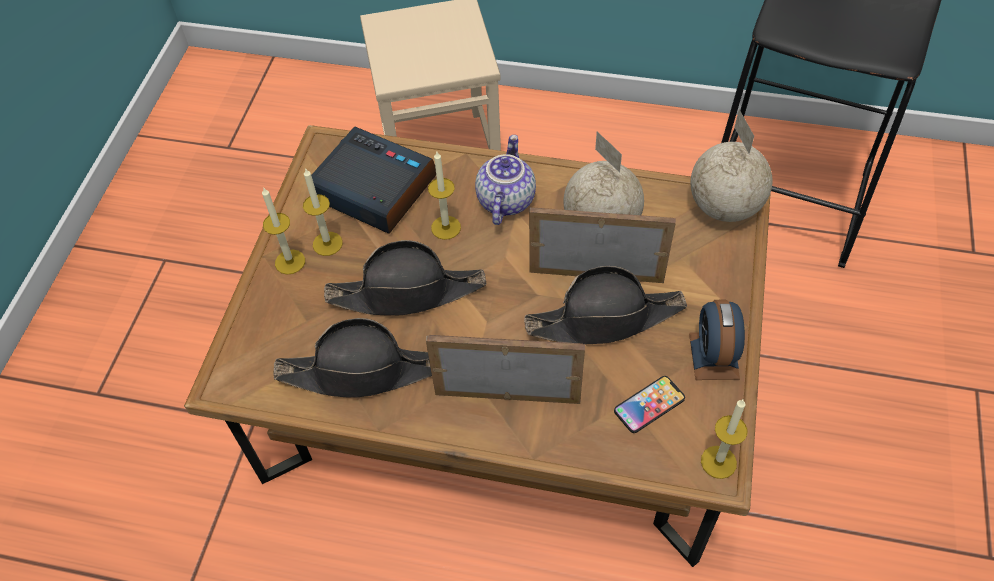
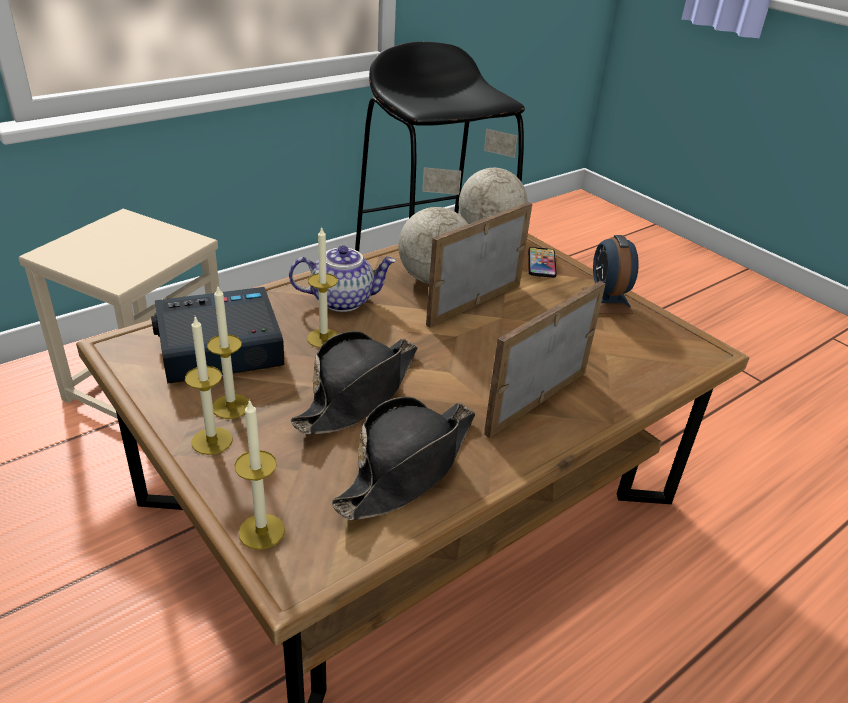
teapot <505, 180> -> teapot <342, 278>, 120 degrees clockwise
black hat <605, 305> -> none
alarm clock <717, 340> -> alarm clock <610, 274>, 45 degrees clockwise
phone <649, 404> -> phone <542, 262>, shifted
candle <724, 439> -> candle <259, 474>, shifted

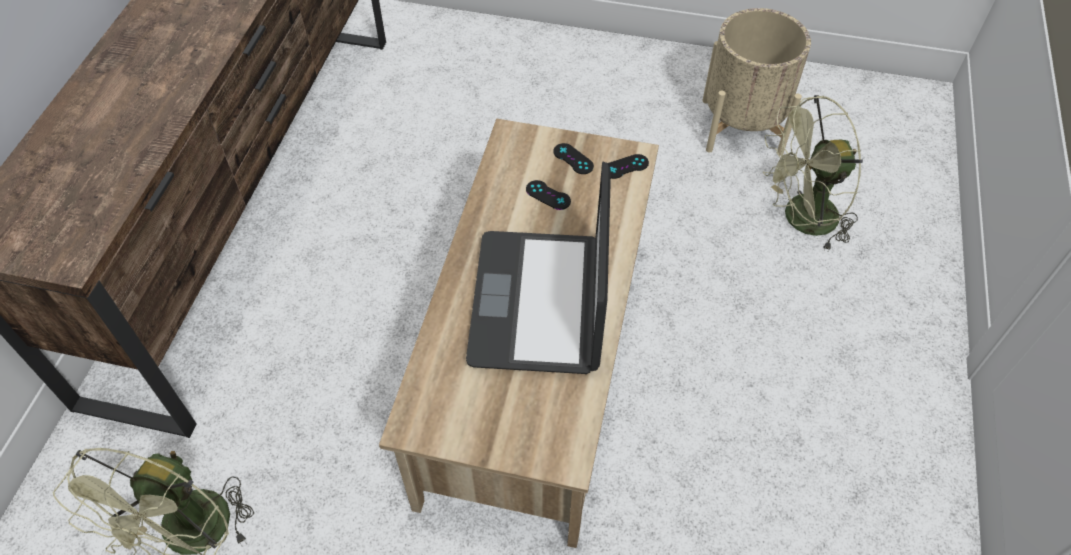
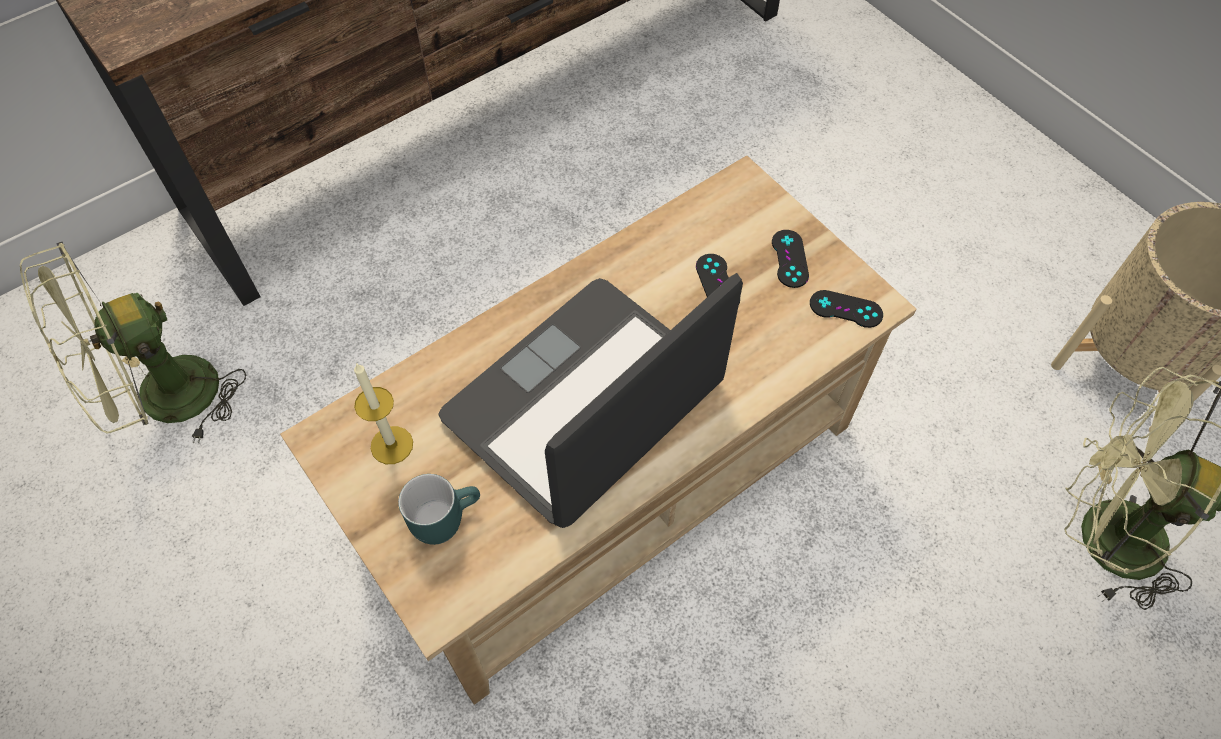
none -> candle <383, 413>
none -> turquoise mug <439, 509>

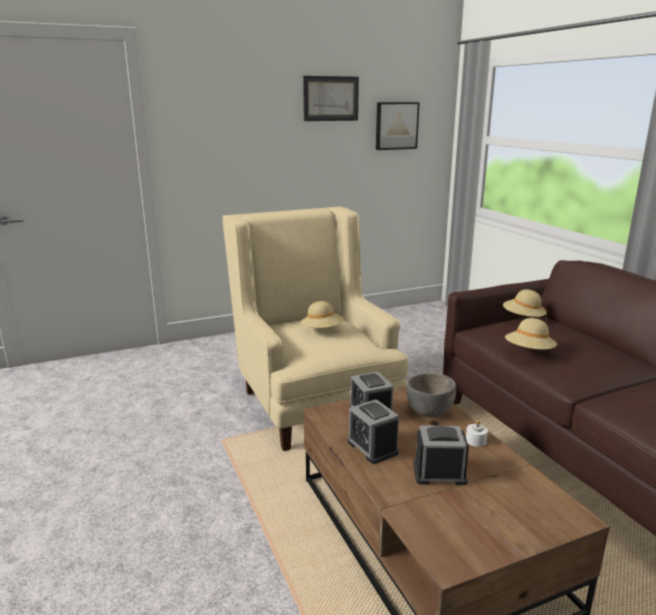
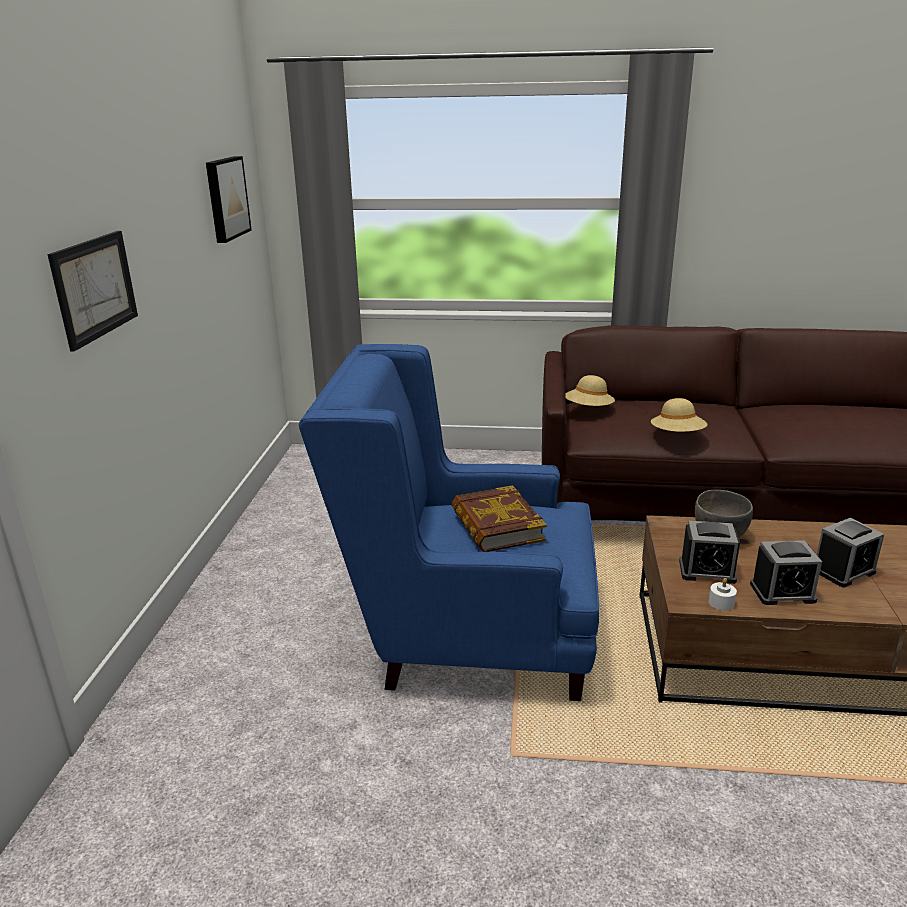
picture <331, 98> -> picture <92, 291>, shifted
beige armchair <315, 328> -> blue armchair <449, 522>
beige hat <322, 314> -> book <498, 519>
white candle <477, 433> -> white candle <723, 594>, shifted
alarm clock <441, 455> -> alarm clock <850, 552>, 150 degrees counterclockwise

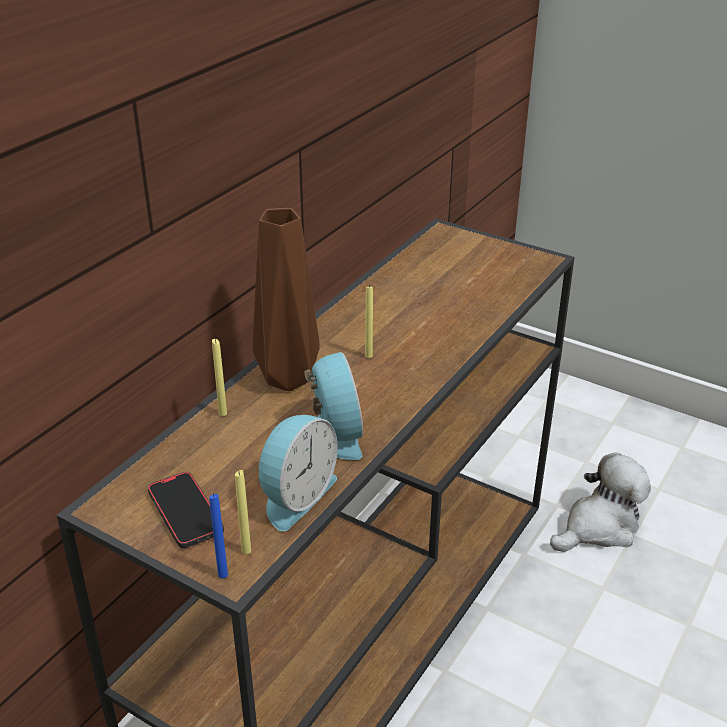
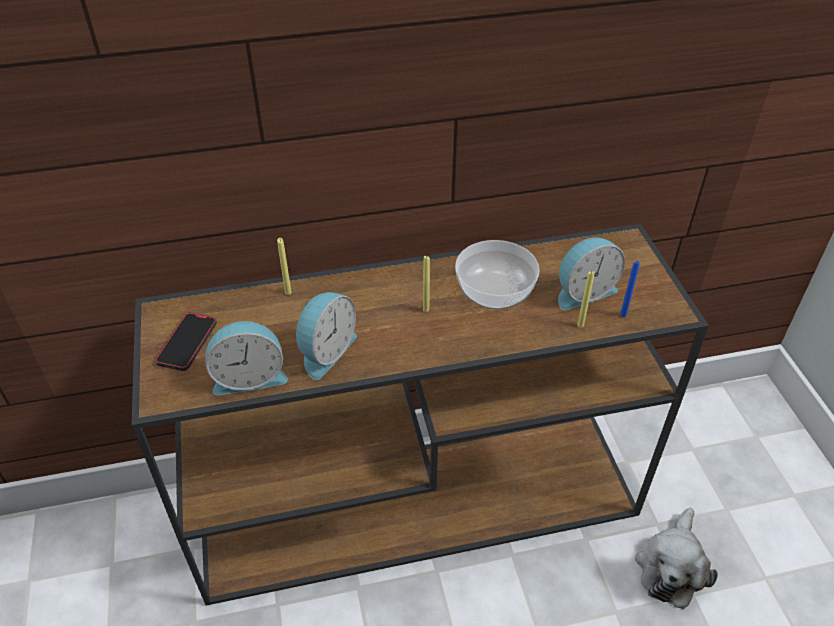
brown vase <286, 299> -> none
plush toy <600, 502> -> plush toy <676, 558>, 105 degrees clockwise
yellow candle <243, 512> -> yellow candle <586, 299>, shifted
blue candle <218, 536> -> blue candle <630, 289>, shifted
none -> alarm clock <591, 274>
none -> bowl <497, 275>

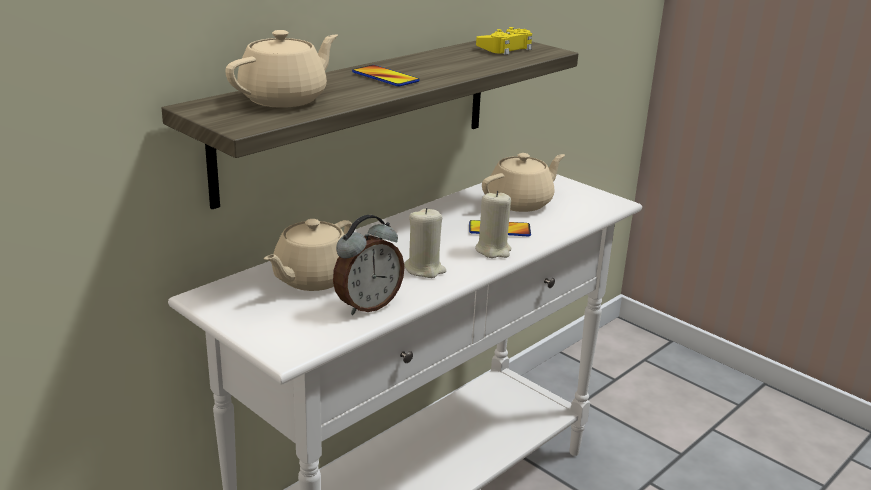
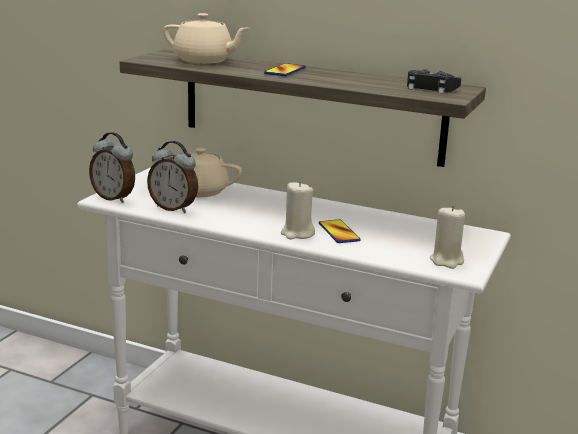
yellow game controller <504, 41> -> black game controller <434, 81>
beige teapot <523, 182> -> none
beige candle <425, 243> -> beige candle <447, 237>, shifted
none -> alarm clock <112, 167>

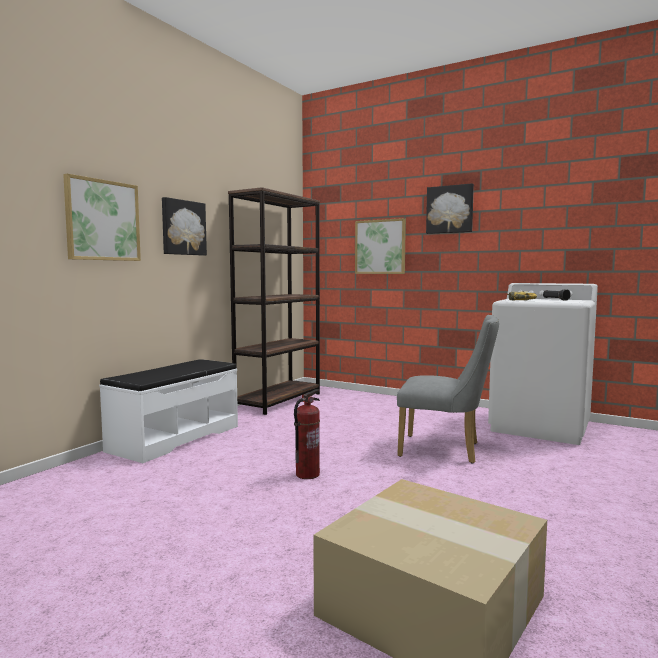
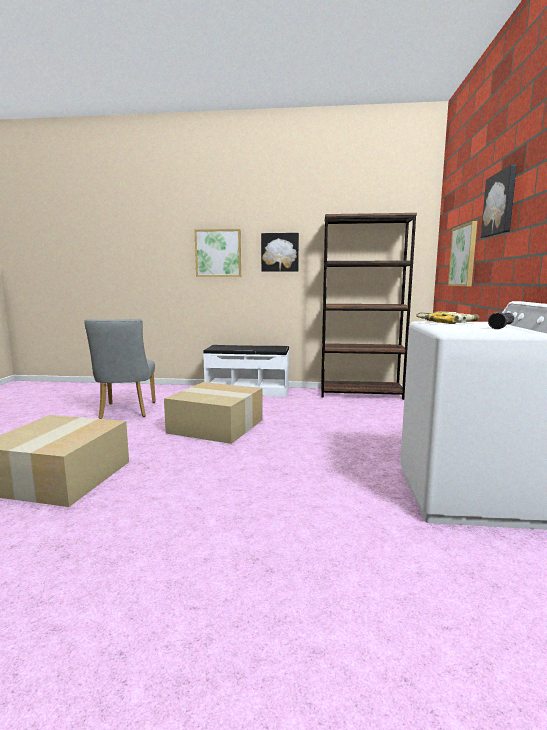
grey chair <448, 389> -> grey chair <120, 369>, shifted
fire extinguisher <307, 434> -> cardboard box <213, 413>

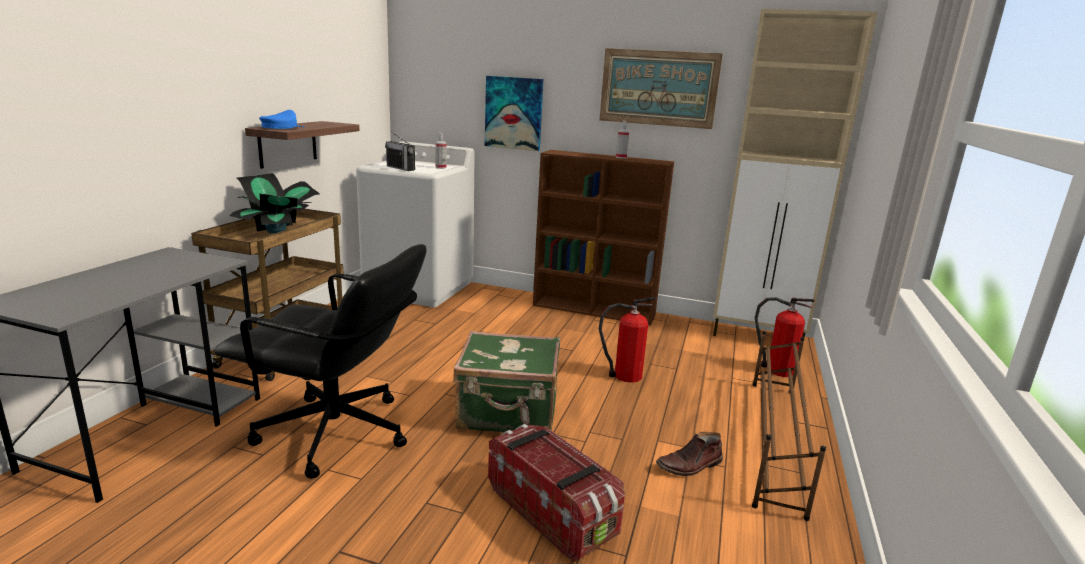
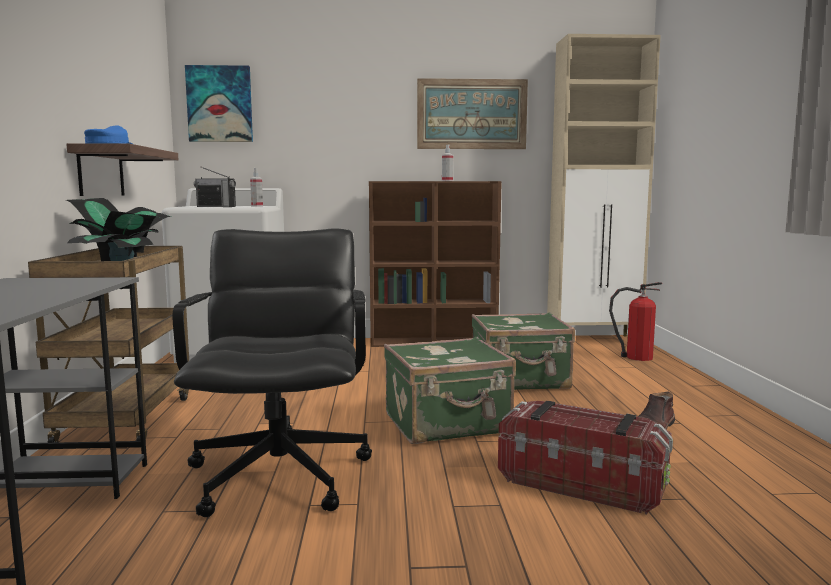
picture <514, 113> -> picture <219, 103>, shifted
black office chair <320, 361> -> black office chair <272, 372>, 90 degrees counterclockwise
fire extinguisher <627, 340> -> green suitcase <523, 351>
brown shoe rack <789, 426> -> none

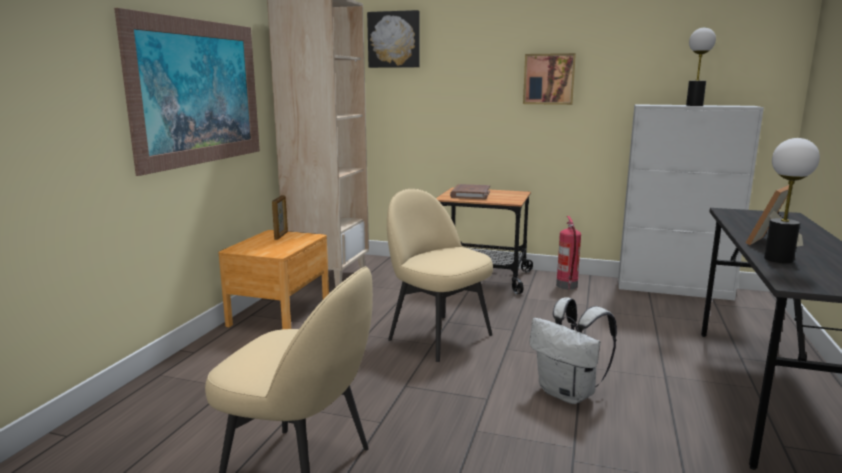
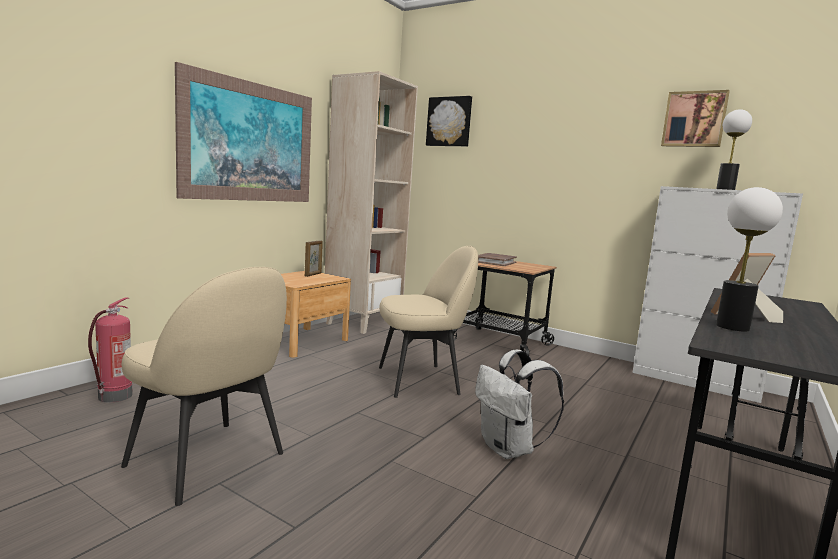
picture <549, 79> -> picture <695, 118>, shifted
beige chair <440, 275> -> beige chair <428, 322>, 105 degrees clockwise
fire extinguisher <568, 253> -> fire extinguisher <110, 349>, shifted

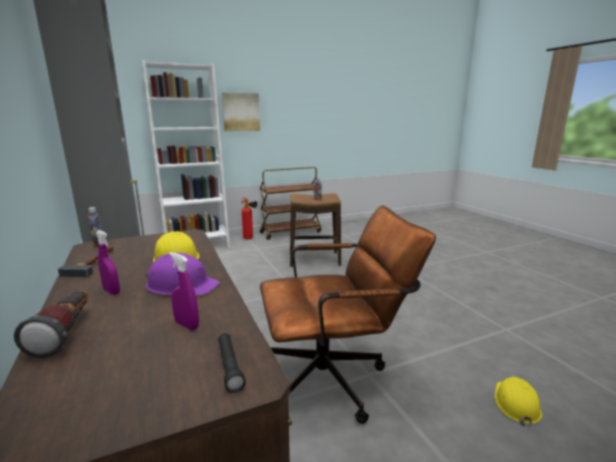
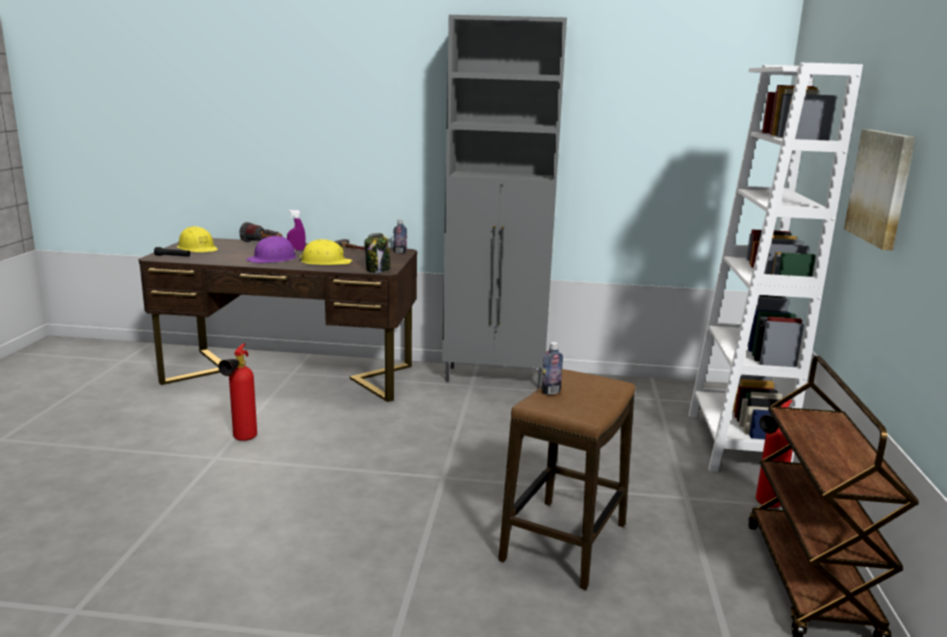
brown office chair <348, 314> -> fire extinguisher <237, 392>
purple spray bottle <184, 291> -> none
yellow hard hat <518, 401> -> yellow hard hat <197, 239>, shifted
none -> jar <377, 253>

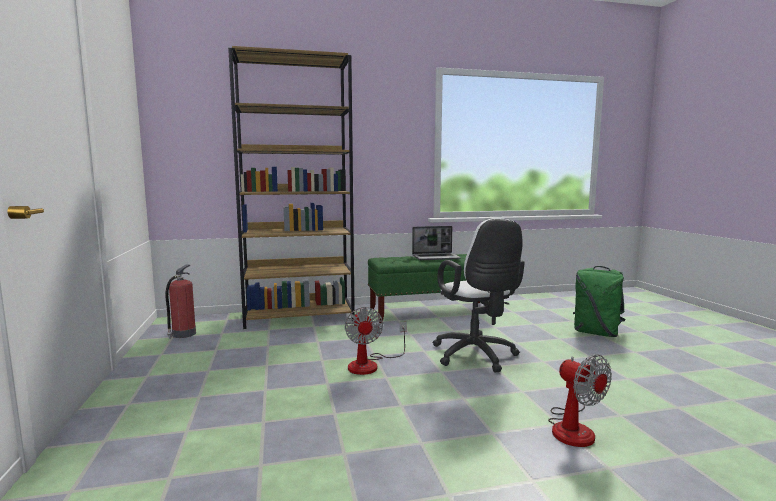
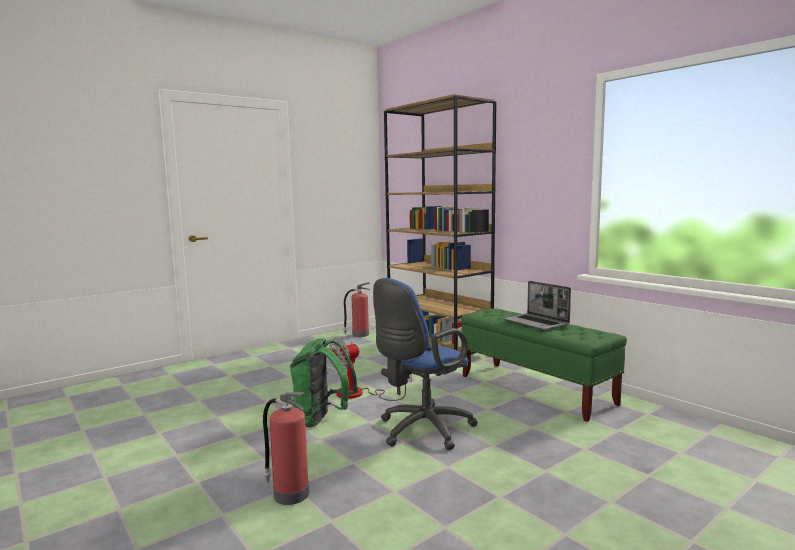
white office chair <479, 295> -> blue office chair <425, 364>
green backpack <599, 301> -> green backpack <324, 382>, shifted
fan <580, 400> -> fire extinguisher <286, 448>

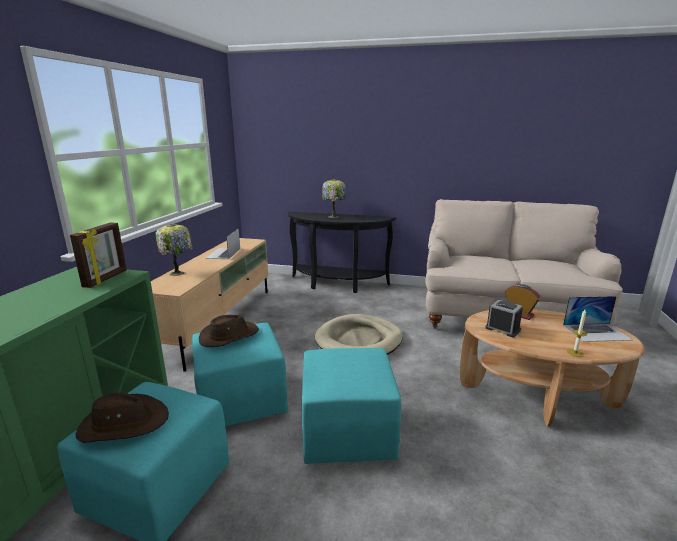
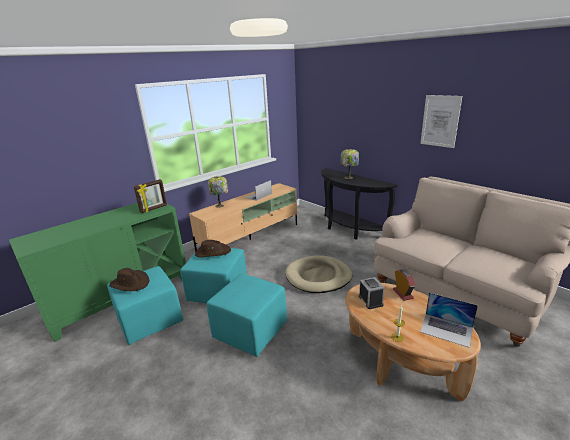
none -> picture <441, 121>

